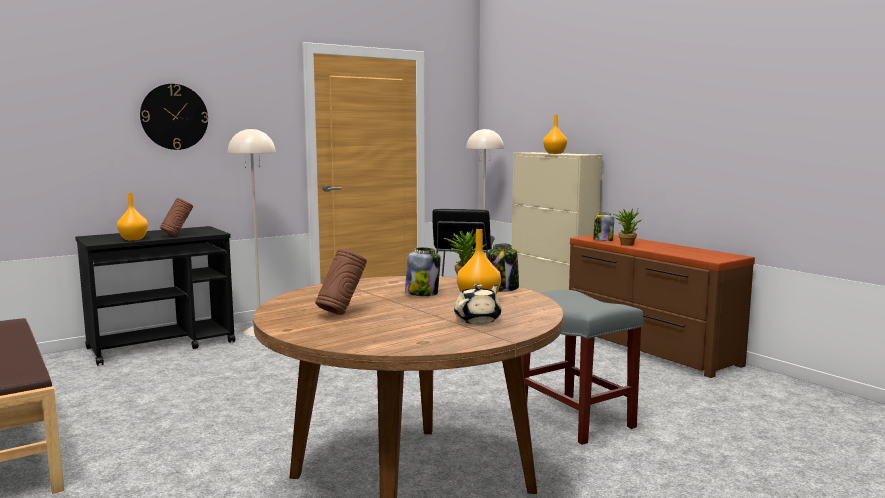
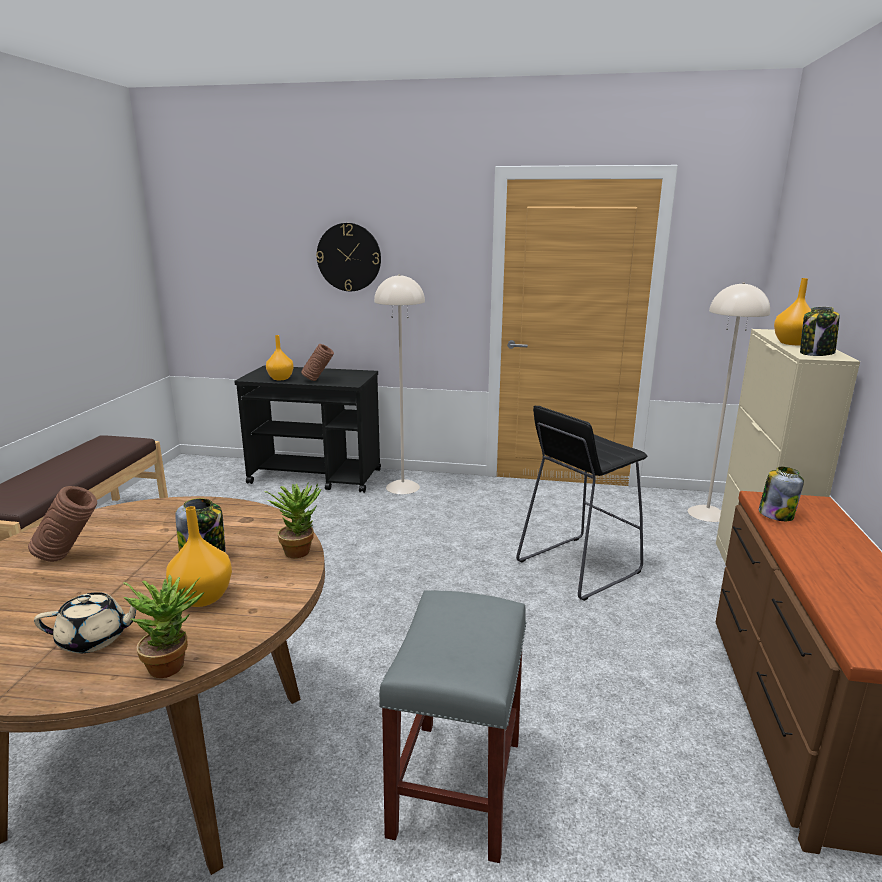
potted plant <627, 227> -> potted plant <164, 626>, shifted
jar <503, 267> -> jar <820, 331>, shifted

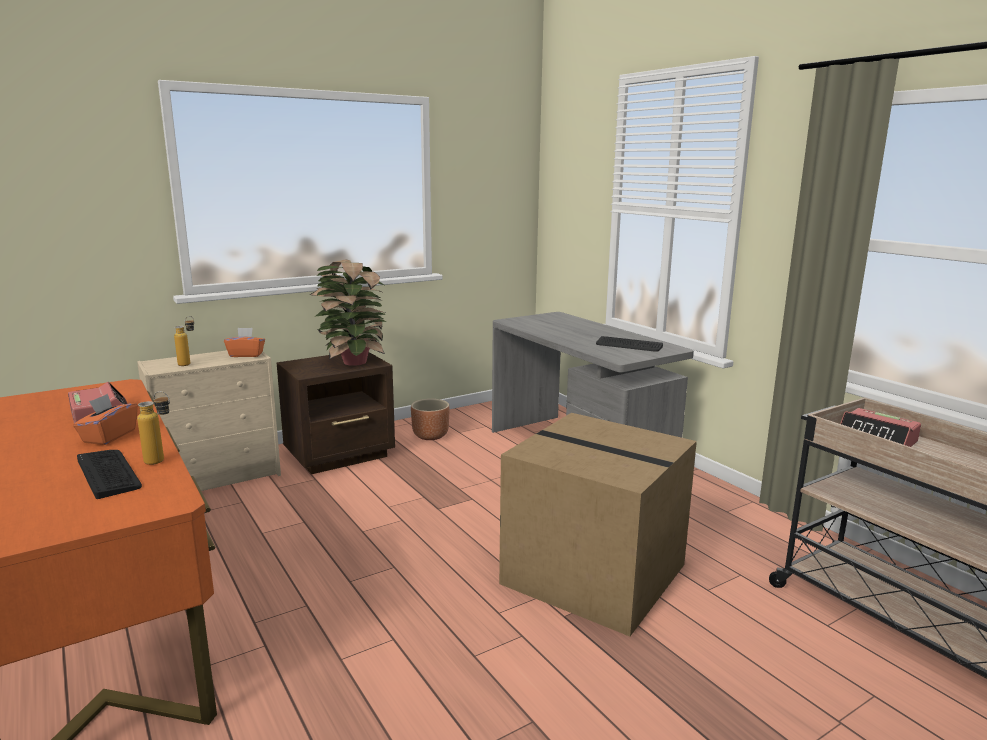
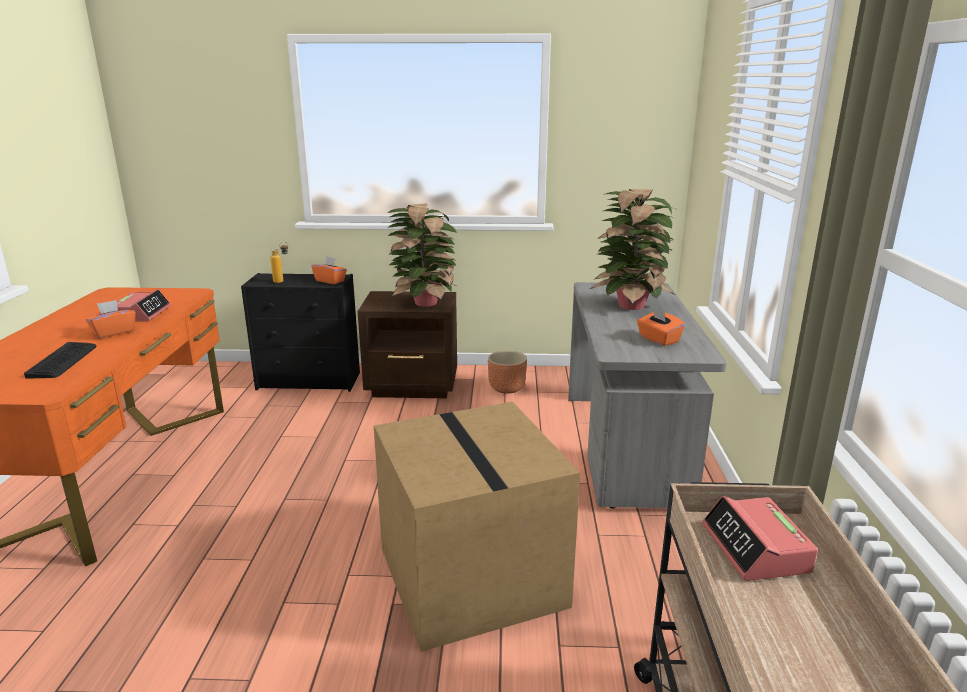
keyboard <629, 344> -> orange tissue box <661, 326>
beige dresser <209, 420> -> black dresser <300, 332>
bottle <153, 428> -> none
none -> potted plant <634, 249>

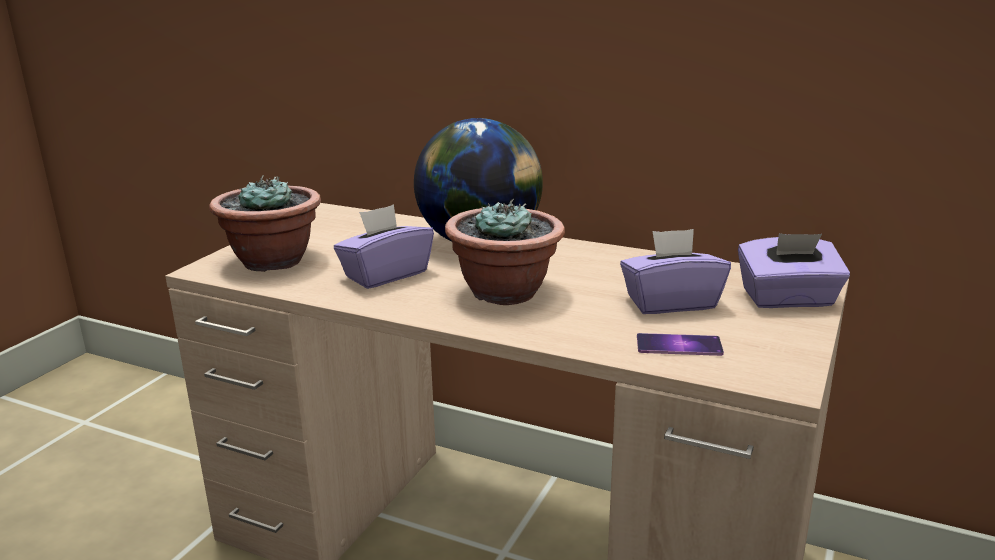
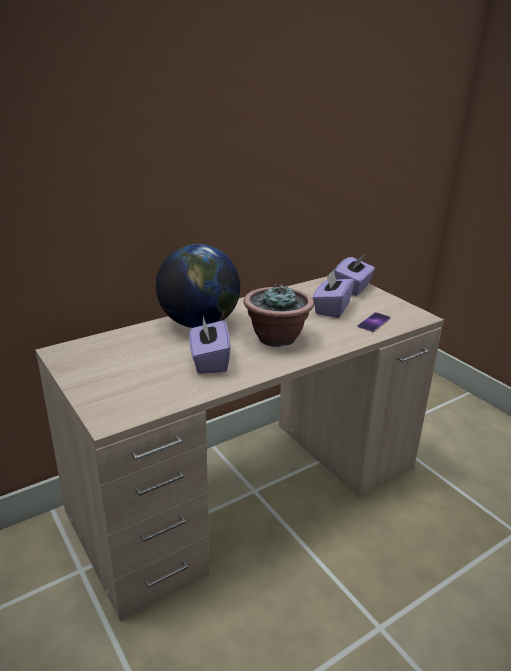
potted plant <265, 223> -> none

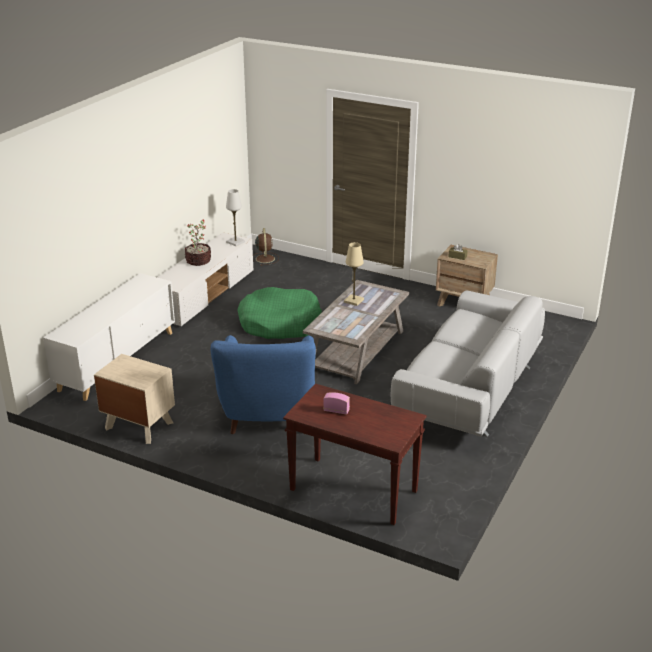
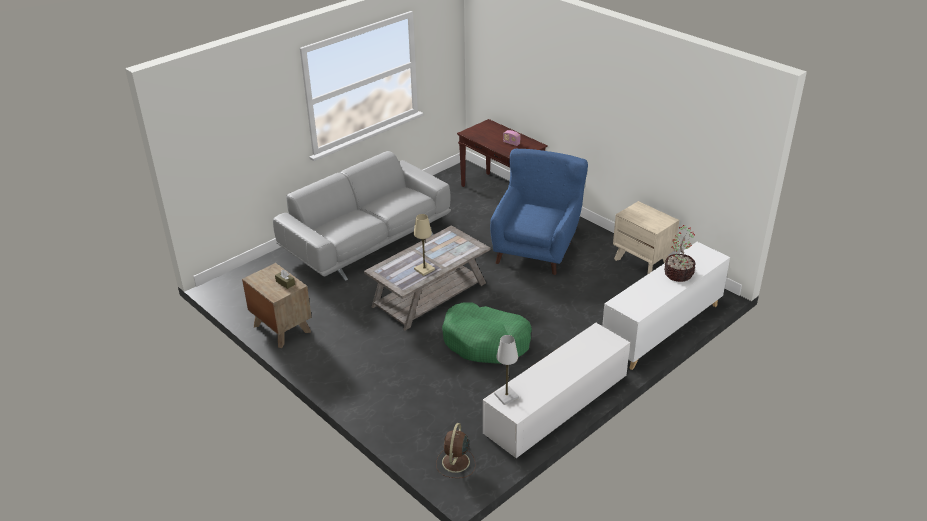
potted plant <198, 243> -> potted plant <680, 253>, shifted

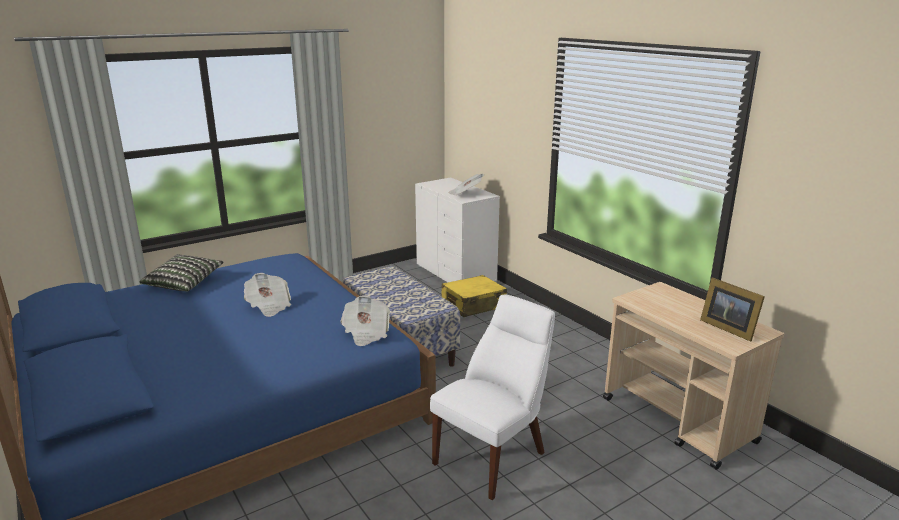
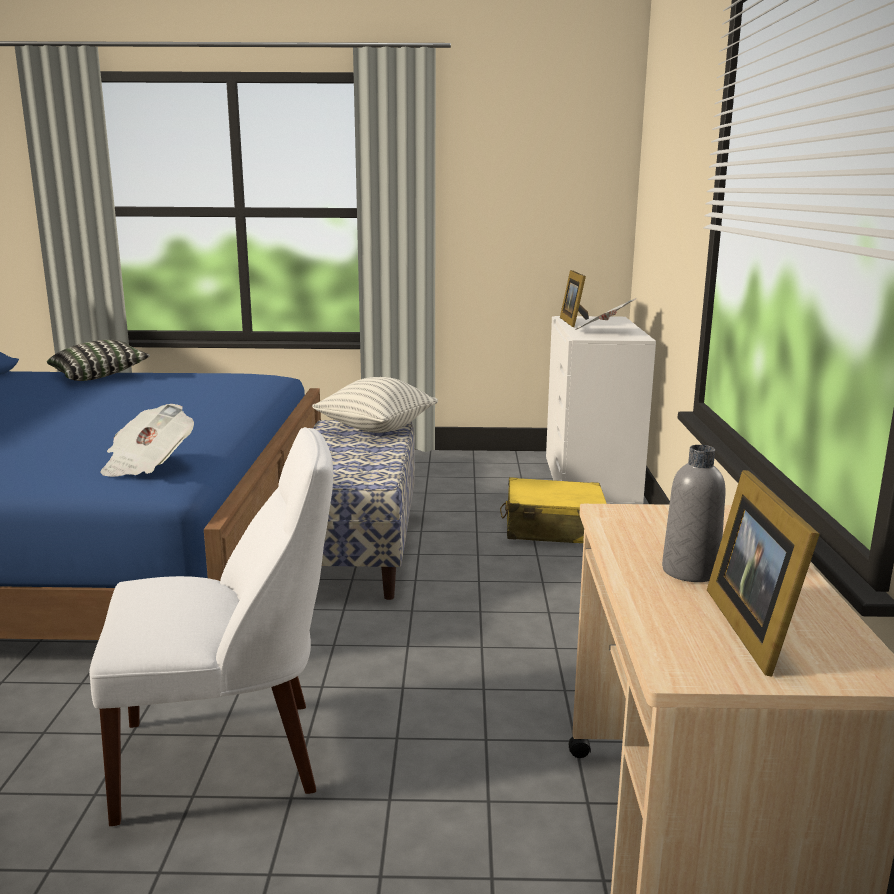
newspaper <267, 295> -> none
none -> picture frame <574, 298>
none -> pillow <375, 405>
none -> grey bottle <693, 513>

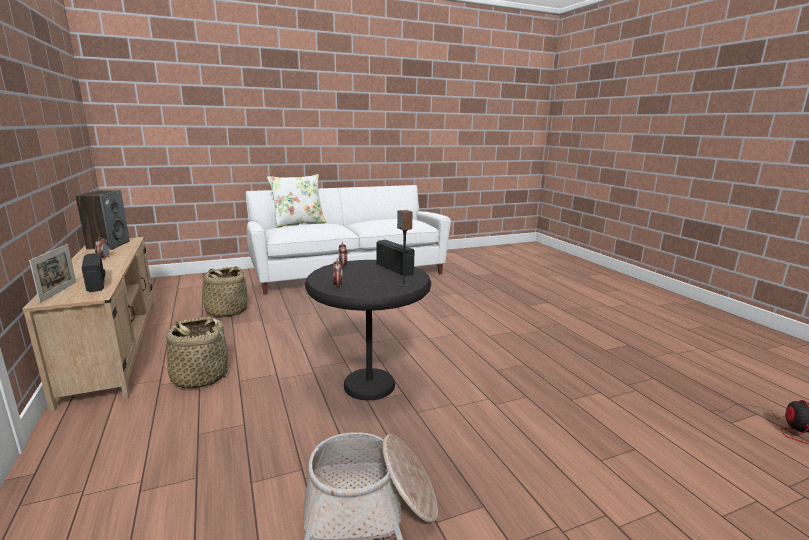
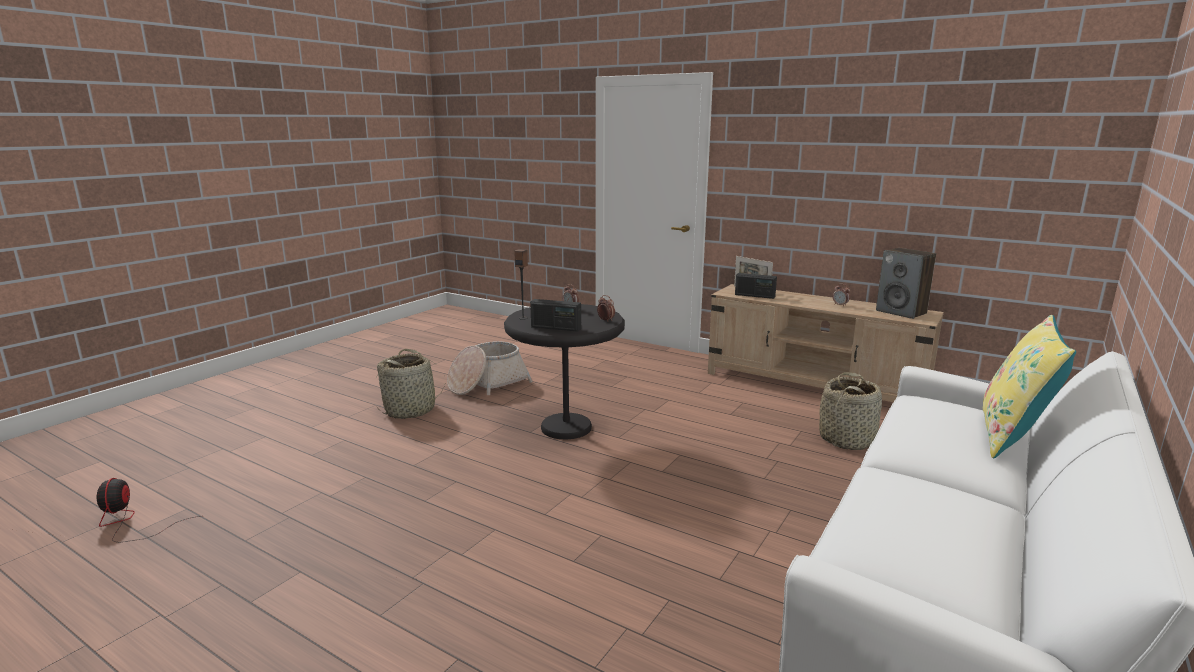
white pillow <296, 201> -> yellow pillow <1029, 387>
basket <196, 353> -> basket <411, 384>, shifted

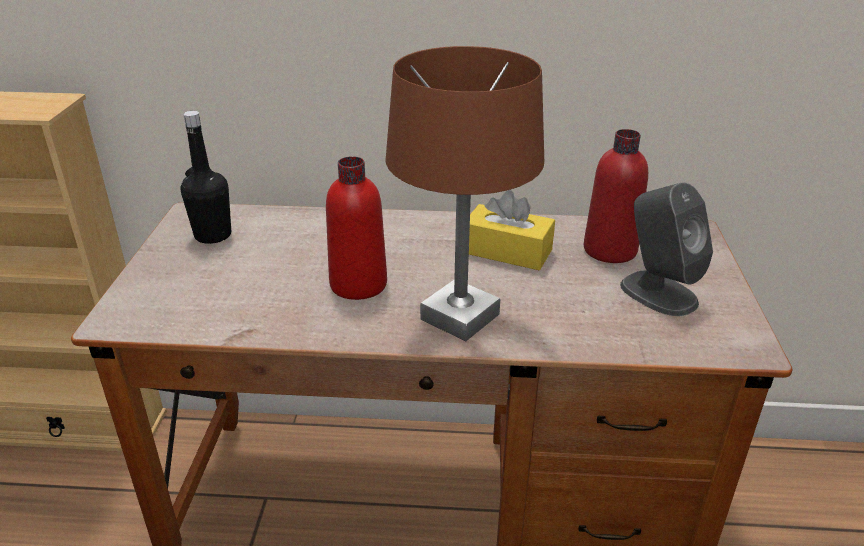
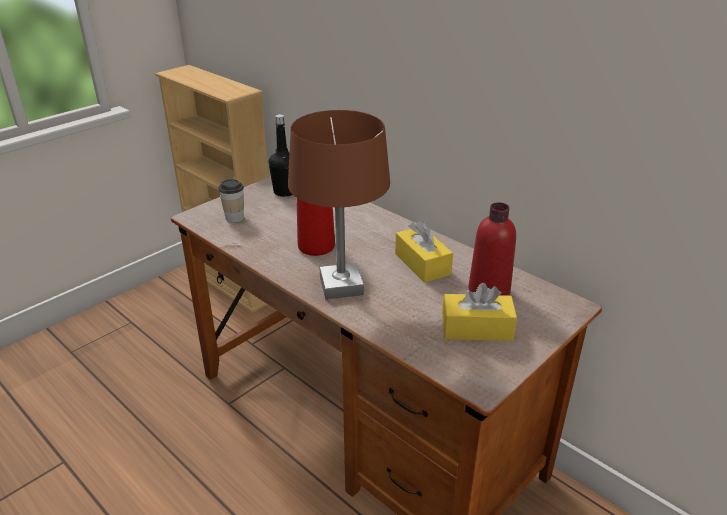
grey speaker <666, 249> -> yellow tissue box <479, 312>
none -> cup <231, 201>

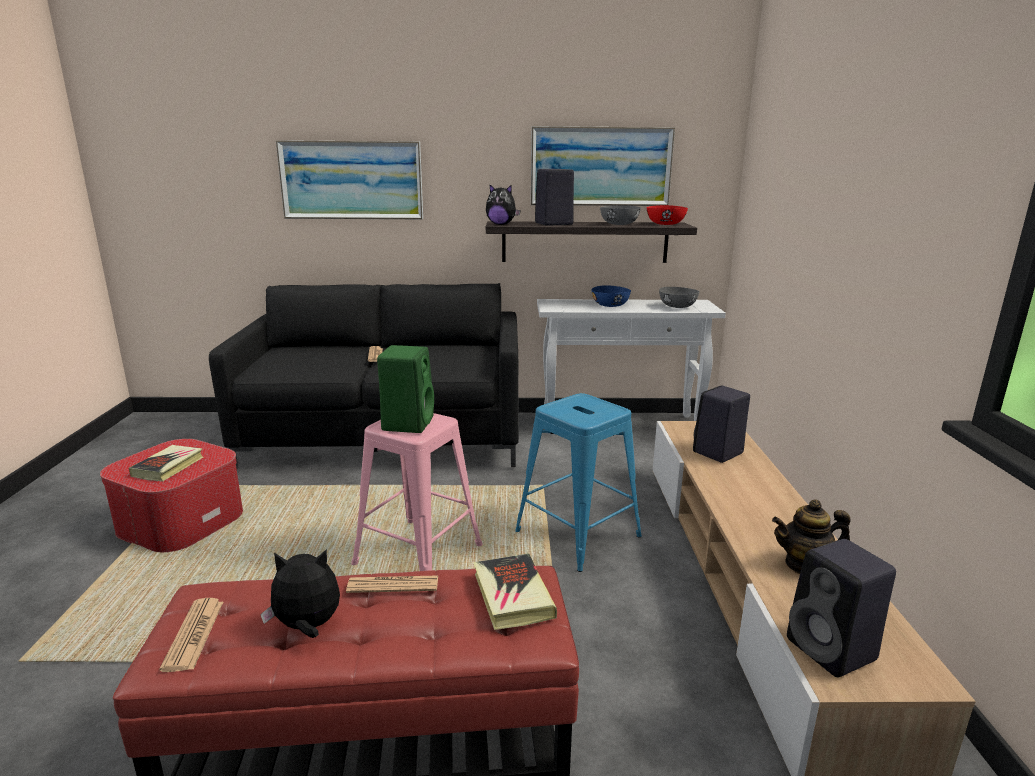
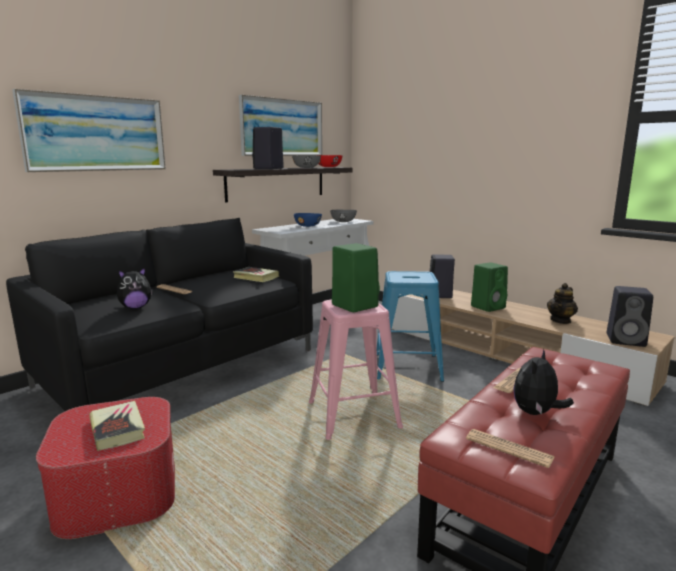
plush toy <503, 204> -> plush toy <135, 288>, shifted
book <515, 592> -> book <256, 274>, shifted
none -> green speaker <489, 287>

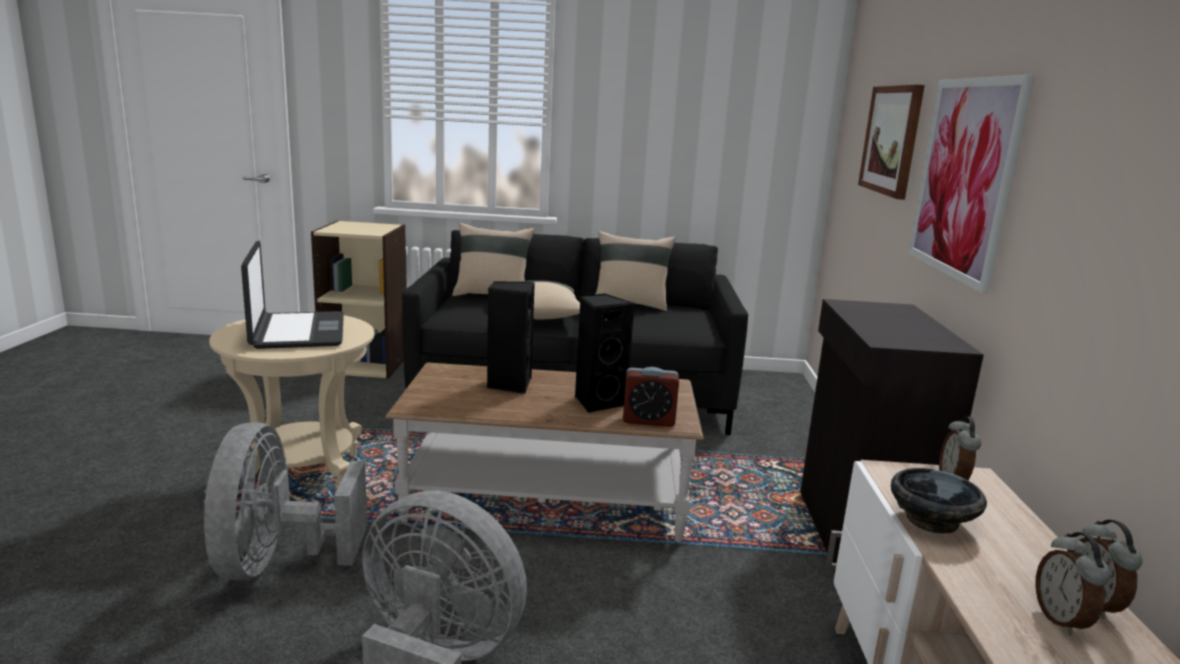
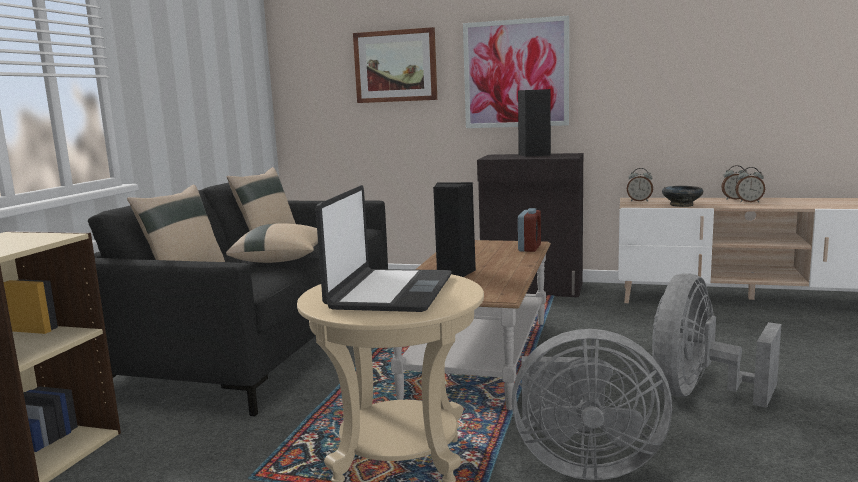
laptop <292, 295> -> laptop <383, 248>, 105 degrees clockwise
black speaker <605, 353> -> black speaker <534, 123>, shifted

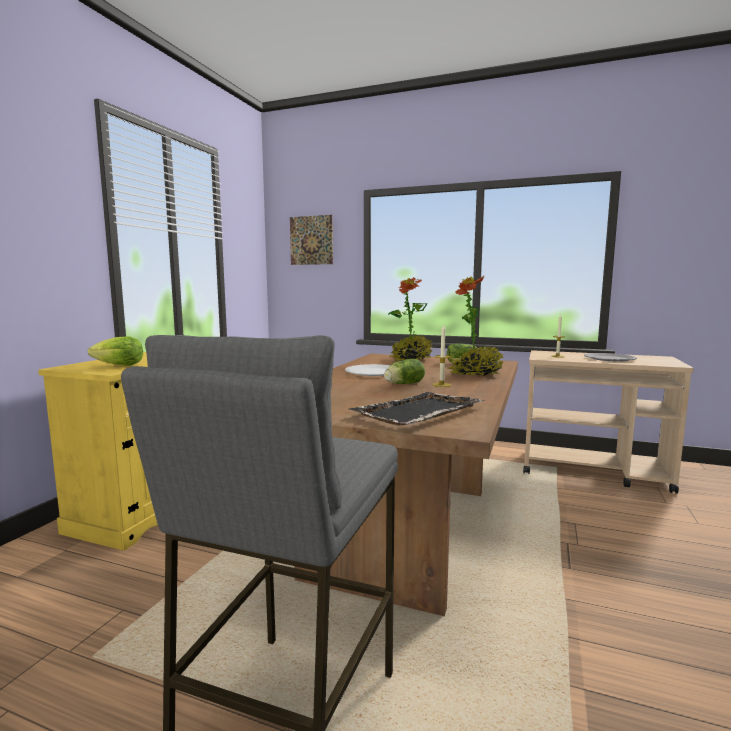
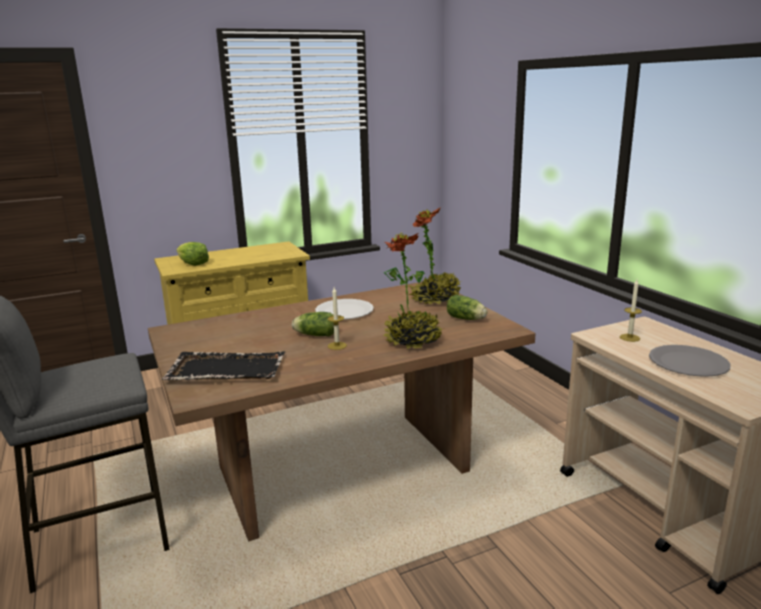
picture <311, 240> -> none

